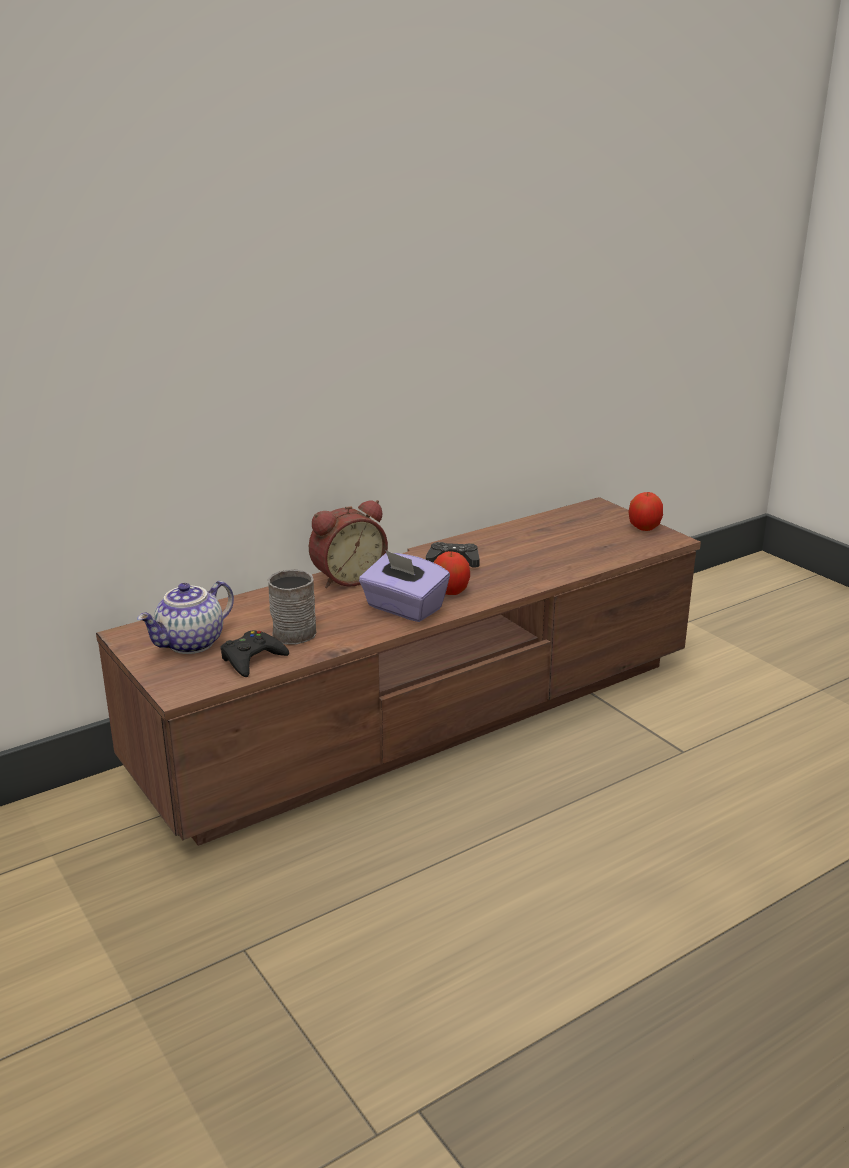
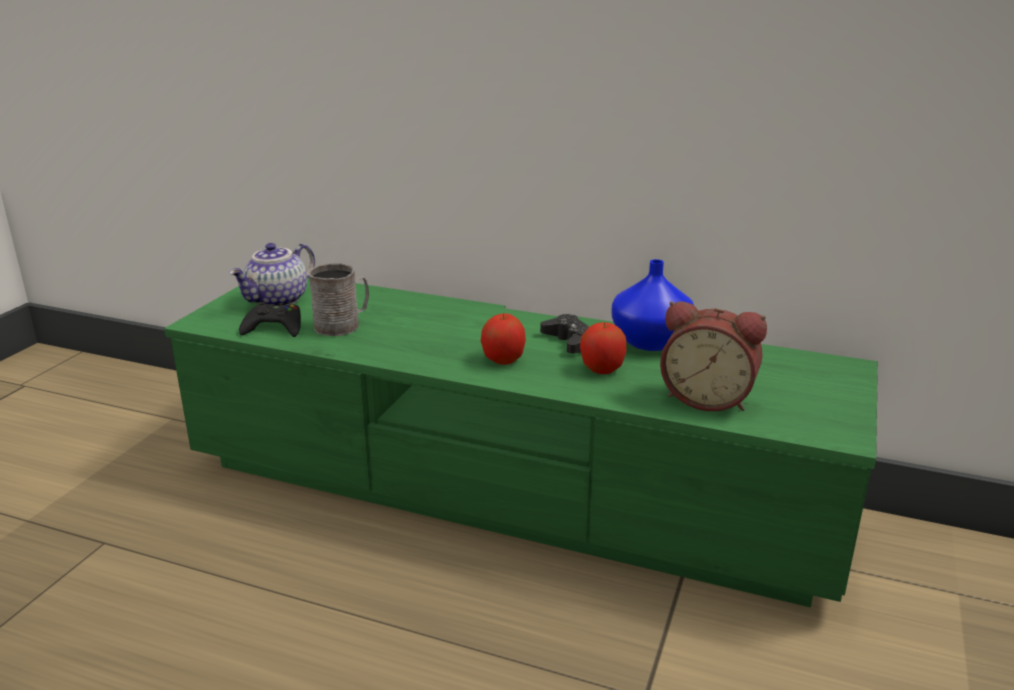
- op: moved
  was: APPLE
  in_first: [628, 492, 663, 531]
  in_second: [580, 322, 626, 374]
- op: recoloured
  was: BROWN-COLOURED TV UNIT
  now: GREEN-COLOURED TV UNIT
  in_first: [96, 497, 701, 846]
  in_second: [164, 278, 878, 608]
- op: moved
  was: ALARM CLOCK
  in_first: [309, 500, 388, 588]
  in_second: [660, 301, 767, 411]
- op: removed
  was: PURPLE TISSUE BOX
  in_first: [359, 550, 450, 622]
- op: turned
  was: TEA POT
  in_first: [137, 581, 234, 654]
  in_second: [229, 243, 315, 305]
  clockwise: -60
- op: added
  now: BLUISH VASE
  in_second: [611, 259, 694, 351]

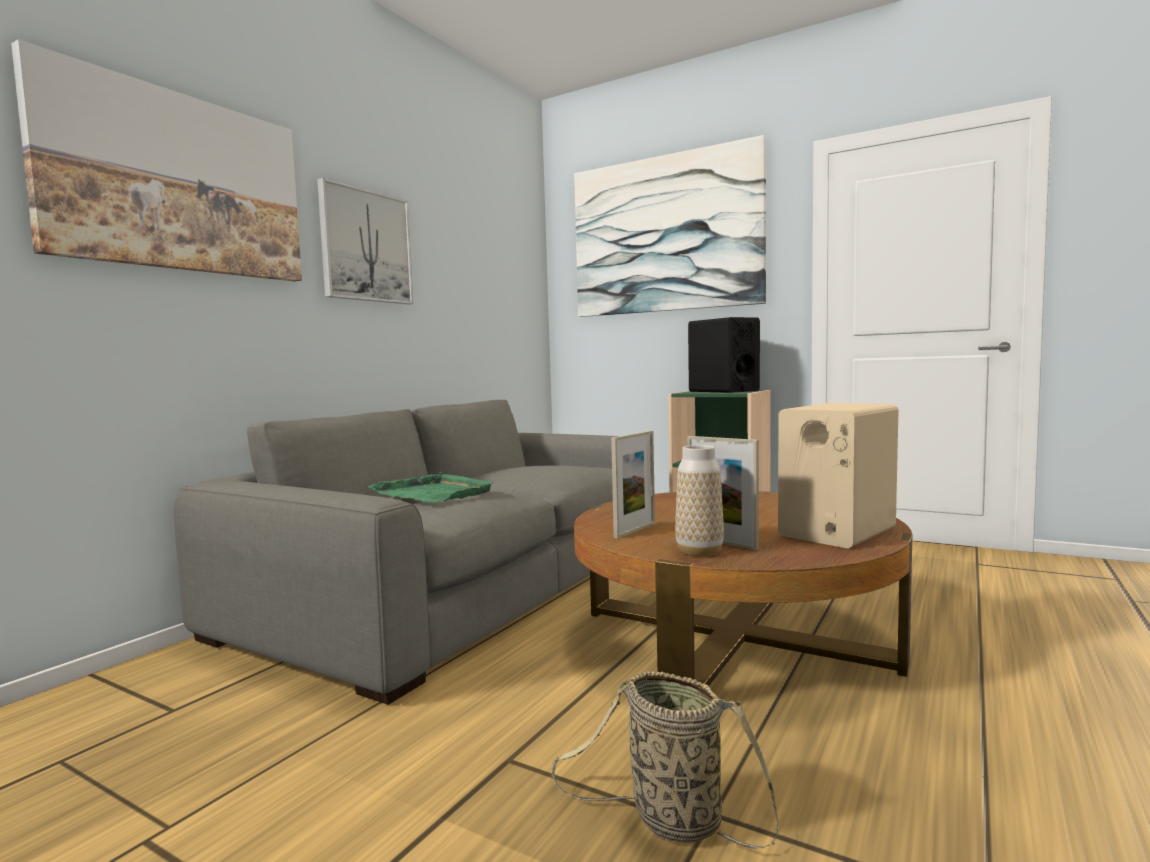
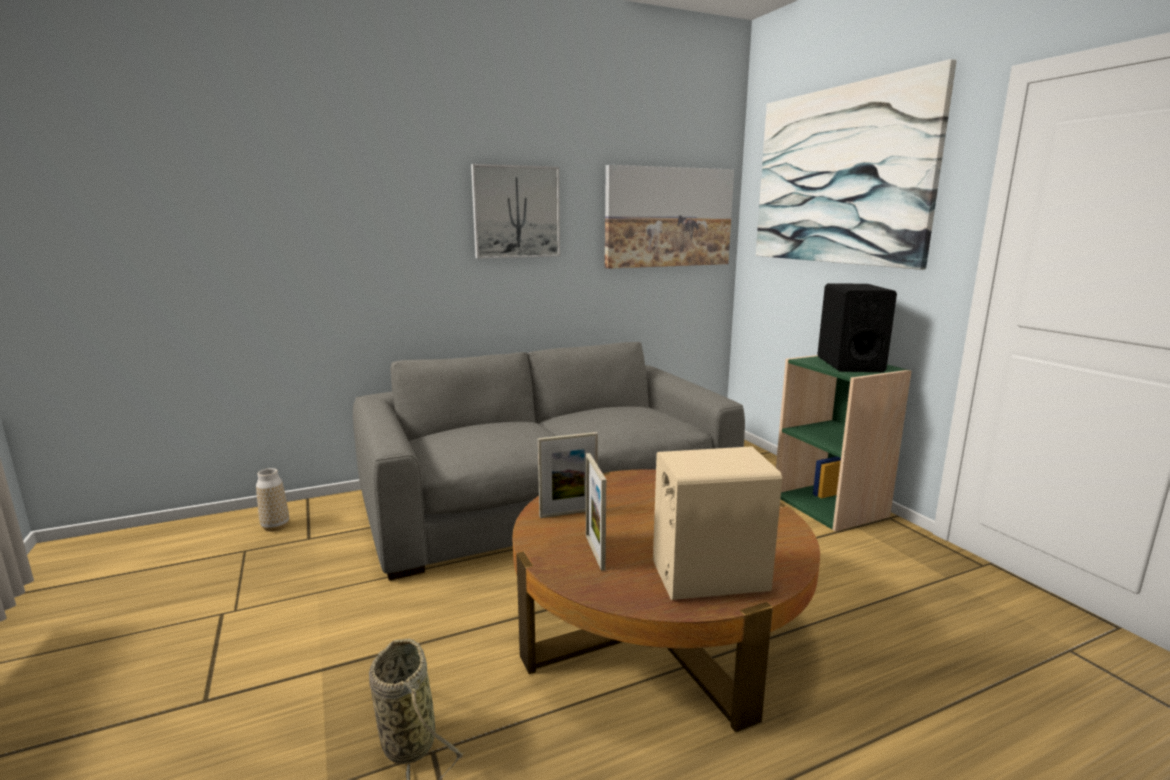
- op: moved
  was: PICTURE
  in_first: [11, 39, 302, 282]
  in_second: [605, 165, 734, 269]
- op: moved
  was: VASE
  in_first: [675, 445, 724, 557]
  in_second: [256, 468, 289, 531]
- op: removed
  was: GREEN-COLOURED SERVING TRAY
  in_first: [368, 472, 493, 503]

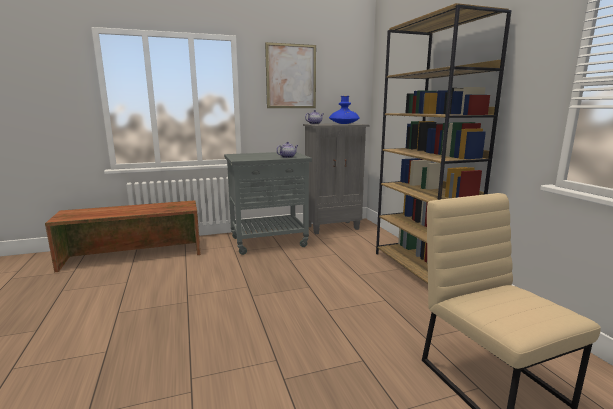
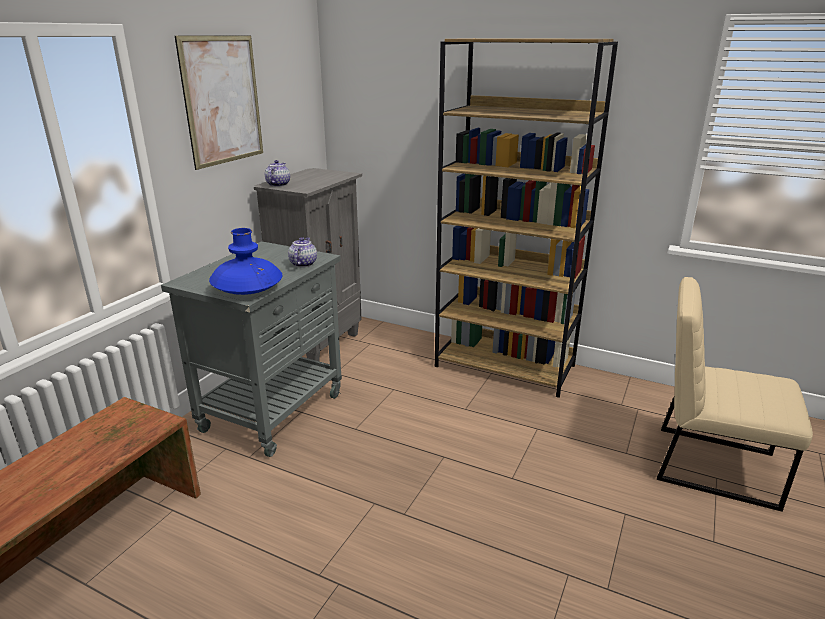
- op: moved
  was: BLUISH VASE
  in_first: [329, 96, 360, 124]
  in_second: [209, 228, 282, 295]

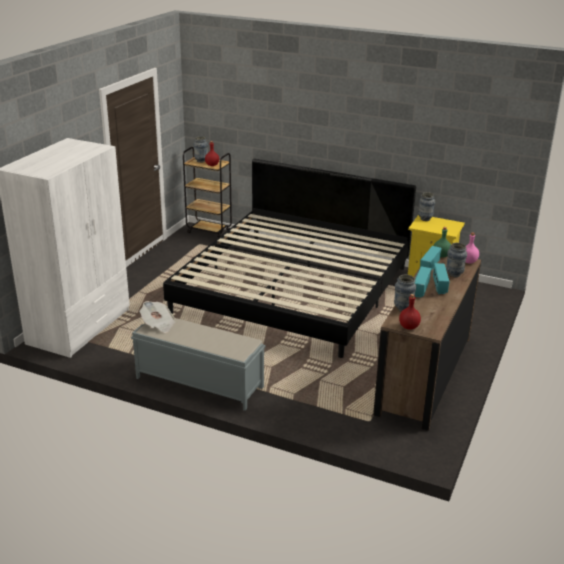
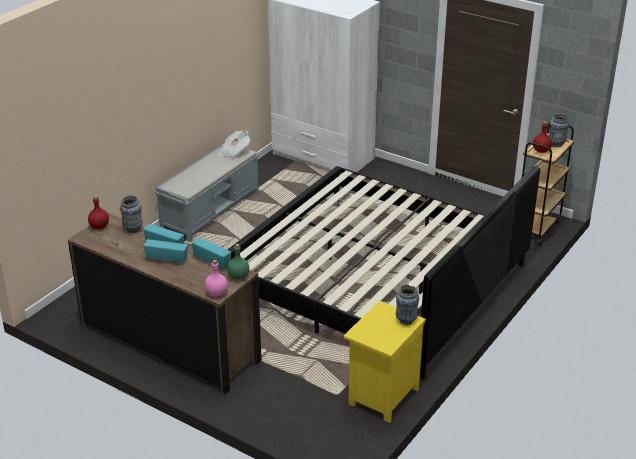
- op: removed
  was: VASE
  in_first: [446, 243, 467, 277]

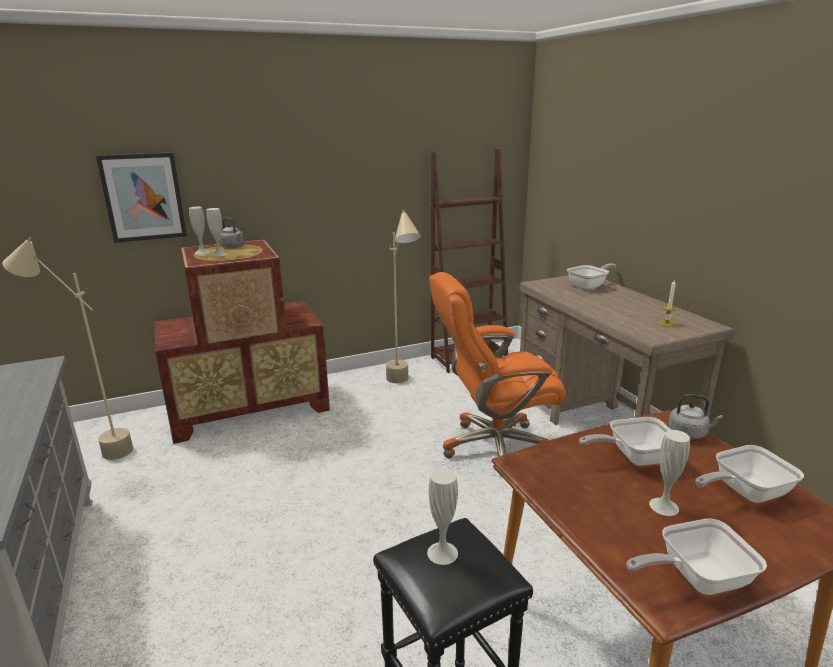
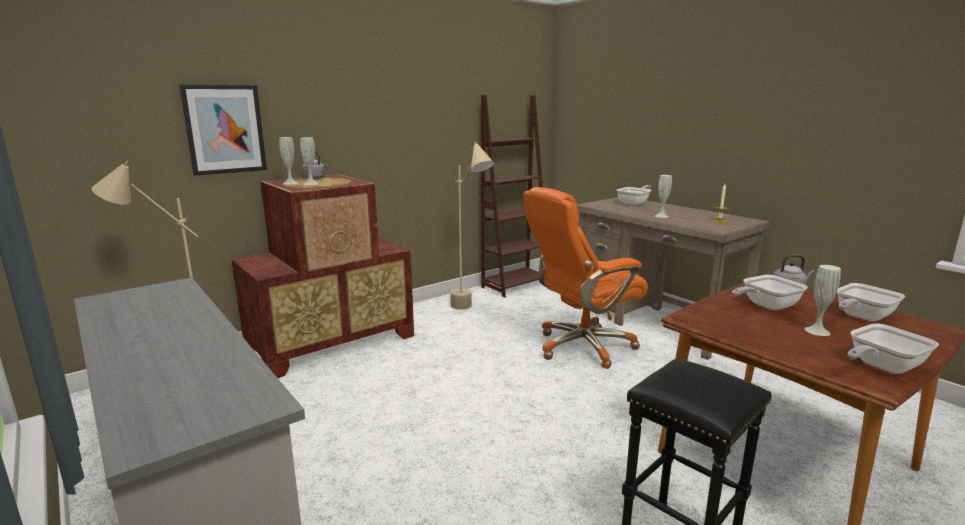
- op: moved
  was: WHITE VASE
  in_first: [427, 469, 458, 565]
  in_second: [655, 175, 672, 218]

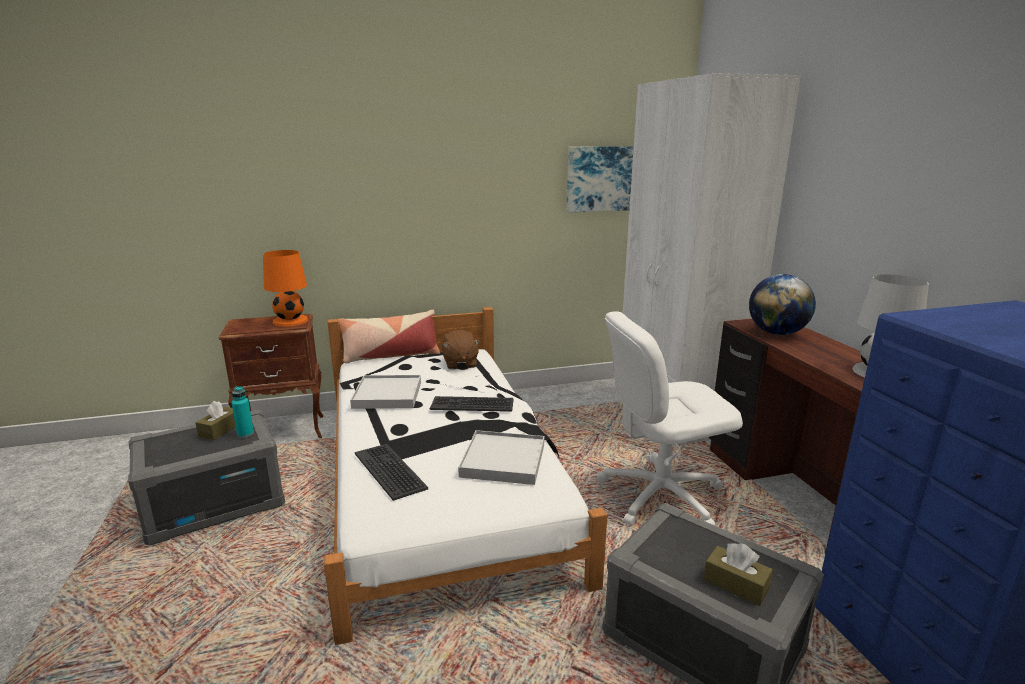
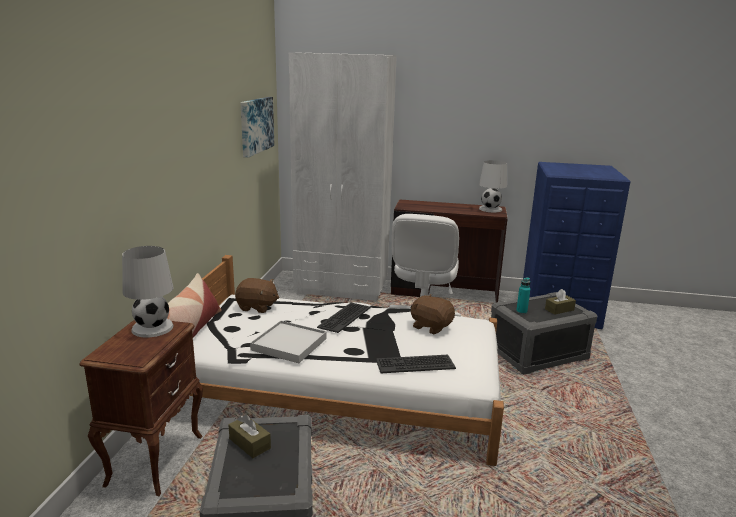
- op: recoloured
  was: ORANGEY LAMP FOR A TABLE
  now: WHITE LAMP FOR A TABLE
  in_first: [263, 250, 308, 327]
  in_second: [122, 246, 174, 338]
- op: removed
  was: DESK GLOBE
  in_first: [749, 274, 816, 335]
- op: moved
  was: BLUE-GREEN BOTTLE
  in_first: [232, 386, 254, 438]
  in_second: [516, 277, 530, 314]
- op: replaced
  was: WHITE SERVING TRAY
  now: BROWN-COLOURED SOFT TOY
  in_first: [458, 430, 544, 485]
  in_second: [411, 294, 455, 334]

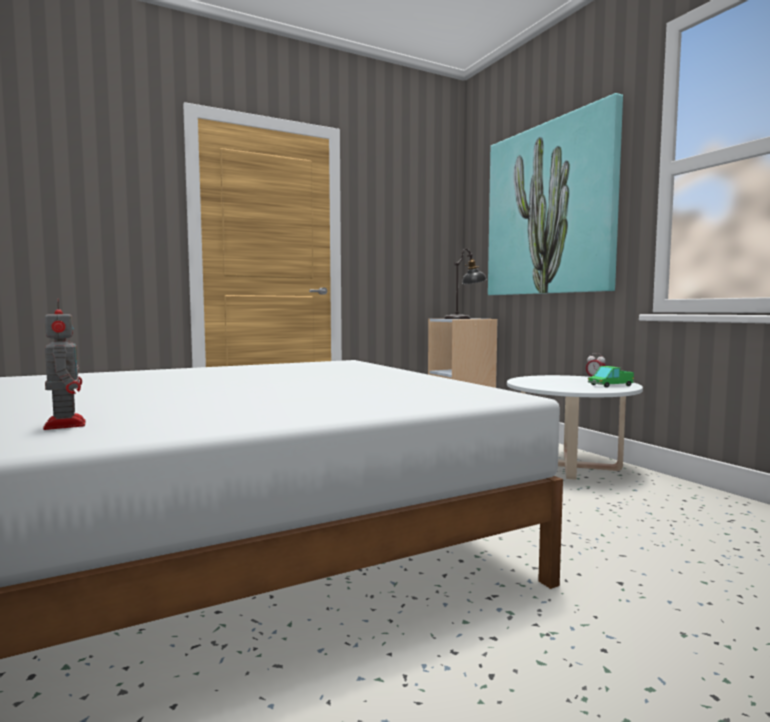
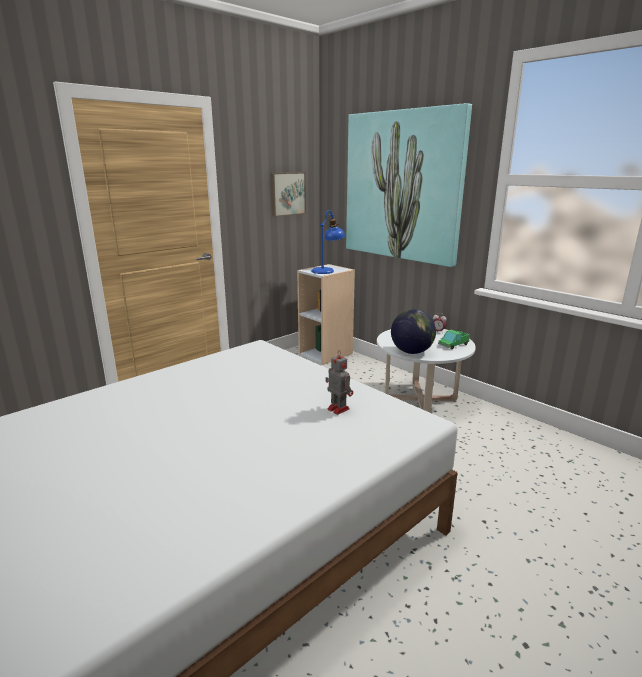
- op: recoloured
  was: GREYISH LAMP FOR A TABLE
  now: BLUISH LAMP FOR A TABLE
  in_first: [444, 249, 487, 319]
  in_second: [312, 210, 345, 274]
- op: moved
  was: ROBOT FIGURE
  in_first: [43, 298, 86, 430]
  in_second: [325, 350, 353, 415]
- op: added
  now: PICTURE
  in_second: [270, 172, 306, 217]
- op: added
  now: DESK GLOBE
  in_second: [391, 309, 436, 354]

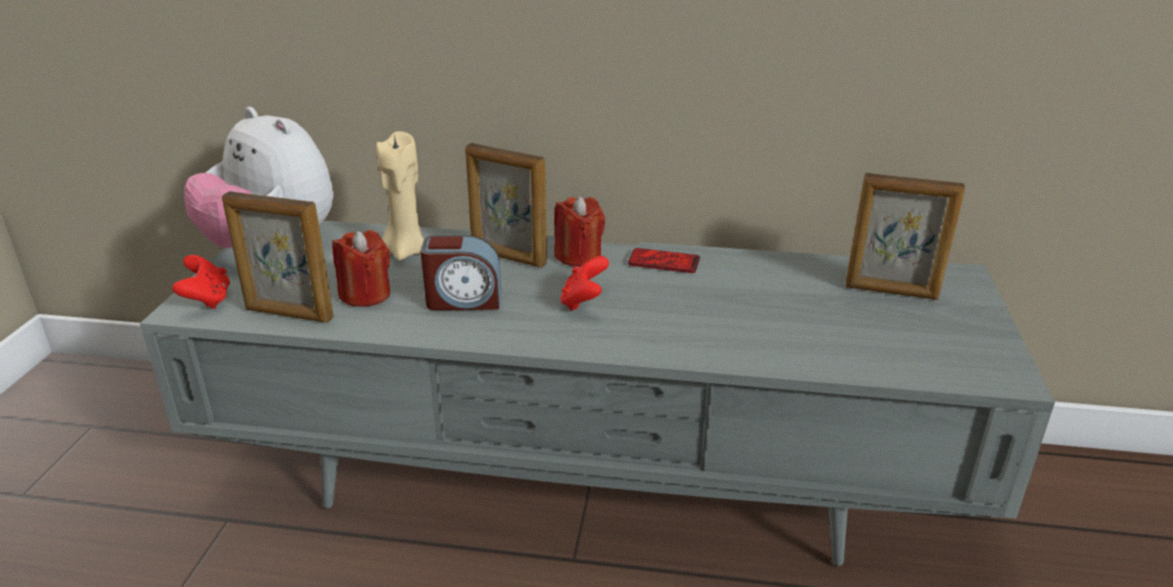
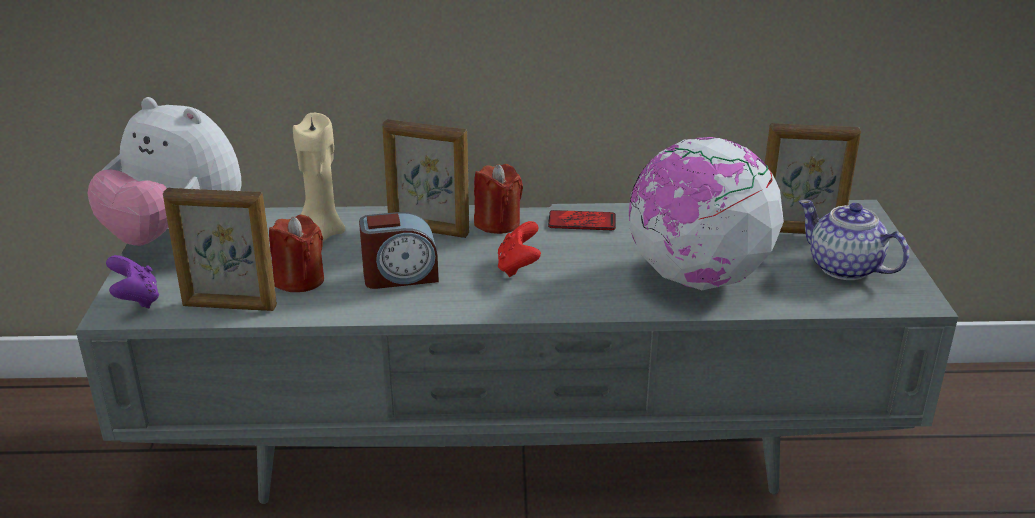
- op: recoloured
  was: RED-COLOURED JOYPAD
  now: PURPLE JOYPAD
  in_first: [172, 255, 230, 309]
  in_second: [106, 255, 159, 308]
- op: added
  now: DESK GLOBE
  in_second: [629, 137, 784, 290]
- op: added
  now: TEA POT
  in_second: [798, 200, 909, 280]

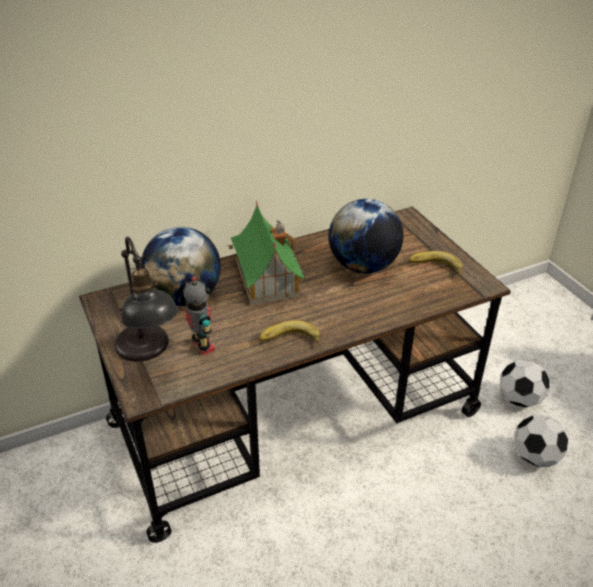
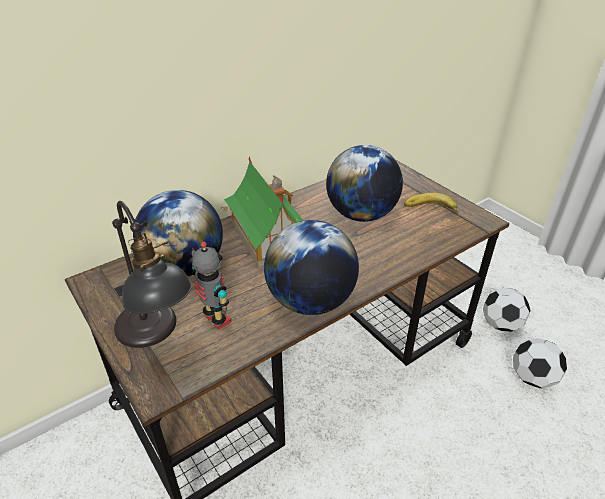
- op: replaced
  was: WHOLE BANANA
  now: DESK GLOBE
  in_first: [259, 320, 320, 346]
  in_second: [264, 220, 359, 315]

